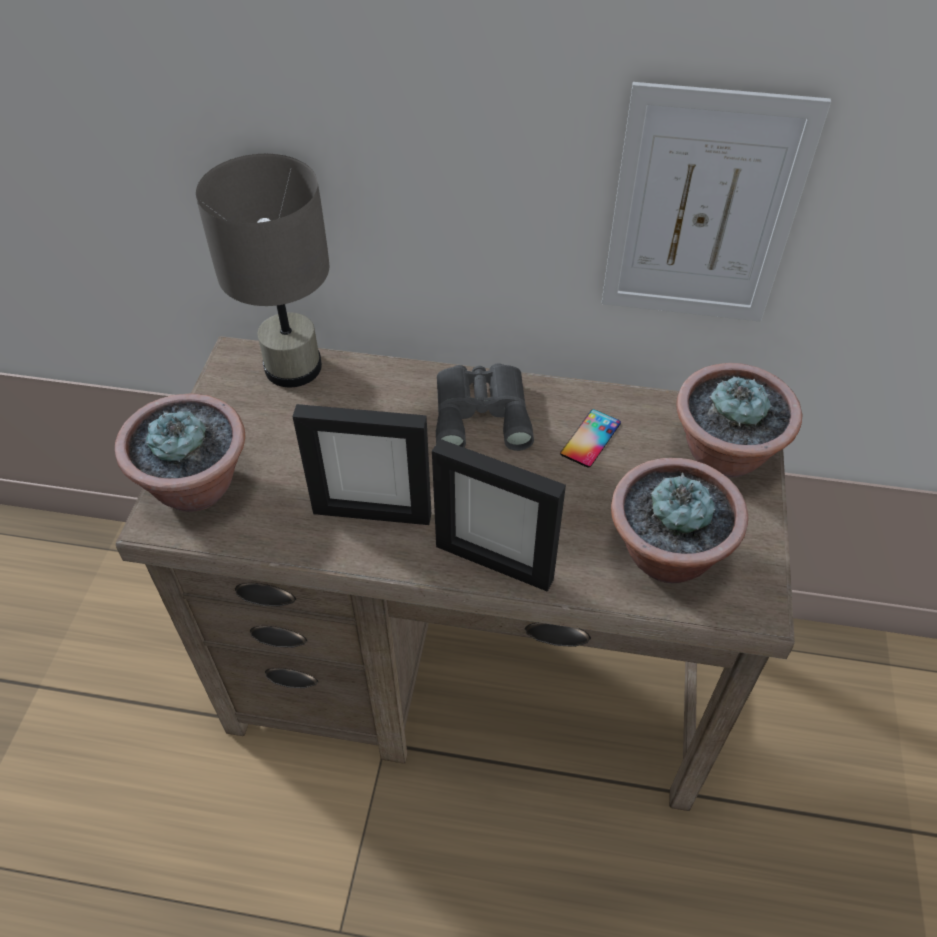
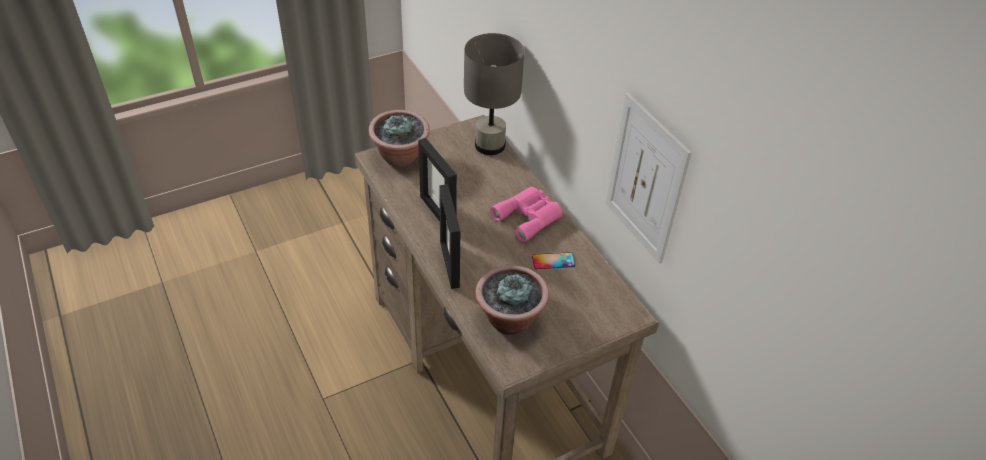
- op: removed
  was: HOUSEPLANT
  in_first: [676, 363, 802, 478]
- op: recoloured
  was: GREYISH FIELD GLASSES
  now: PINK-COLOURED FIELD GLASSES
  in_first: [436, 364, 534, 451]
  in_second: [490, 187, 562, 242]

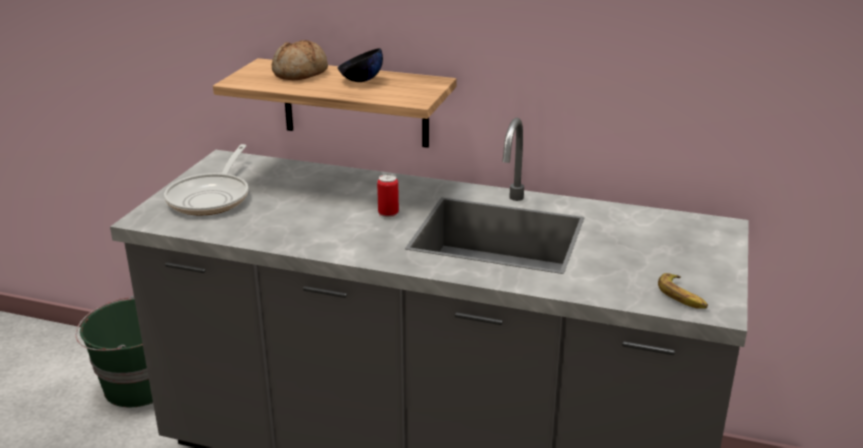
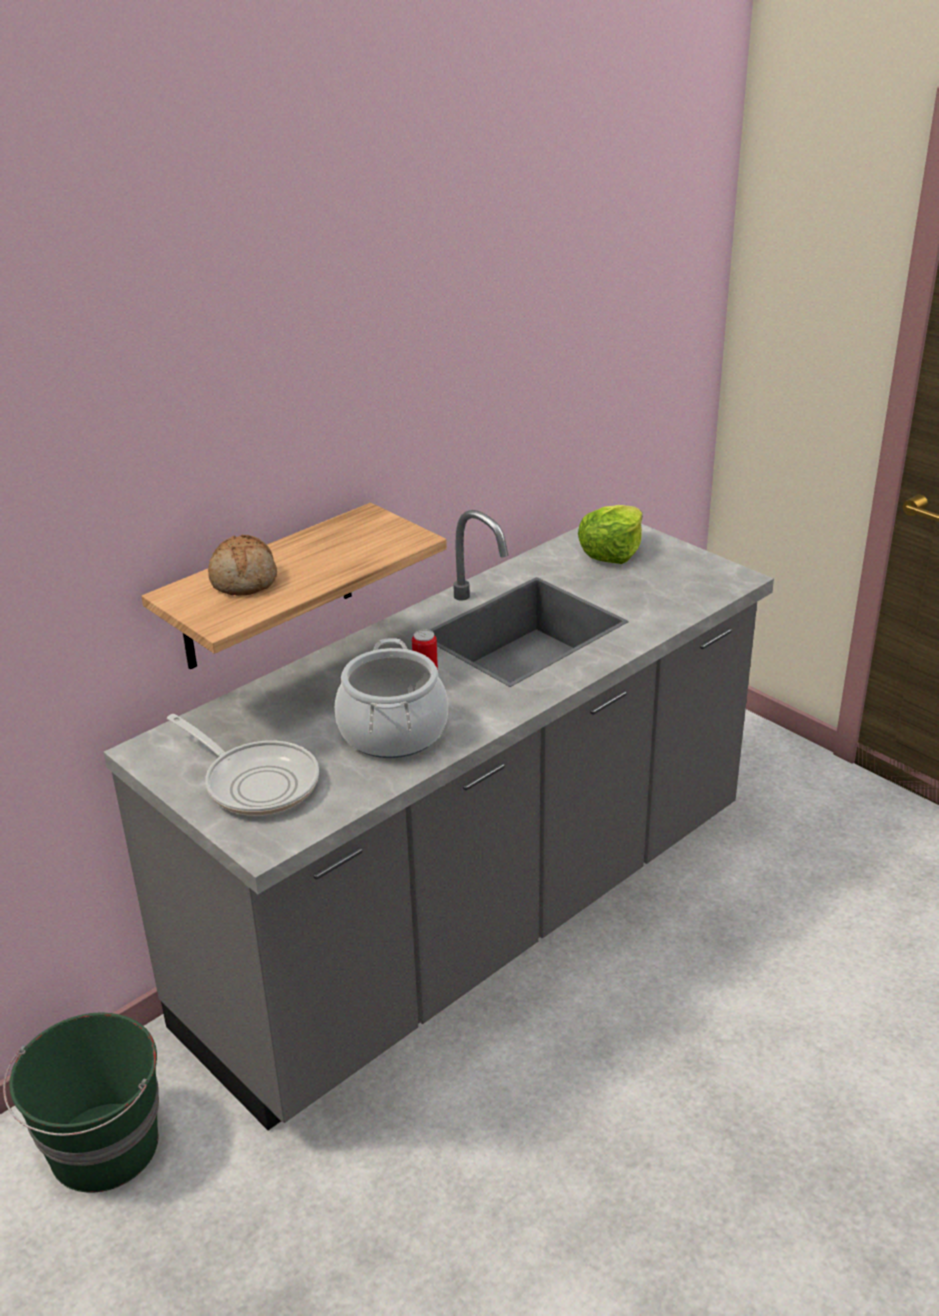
- op: removed
  was: BLACK SERVING BOWL
  in_first: [338, 48, 383, 82]
- op: removed
  was: WHOLE BANANA
  in_first: [658, 273, 708, 309]
- op: added
  now: LETTUCE HEAD
  in_second: [578, 505, 643, 564]
- op: added
  now: COOKING POT
  in_second: [335, 638, 448, 758]

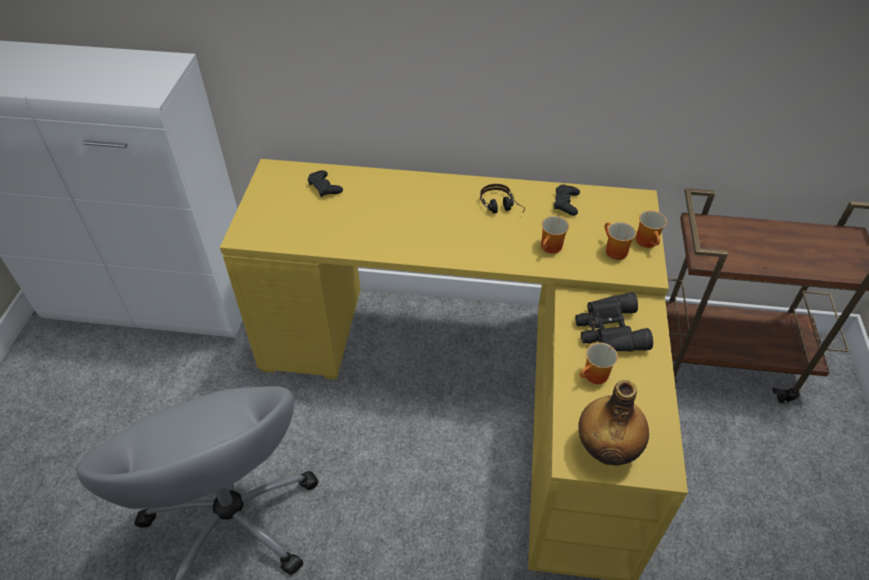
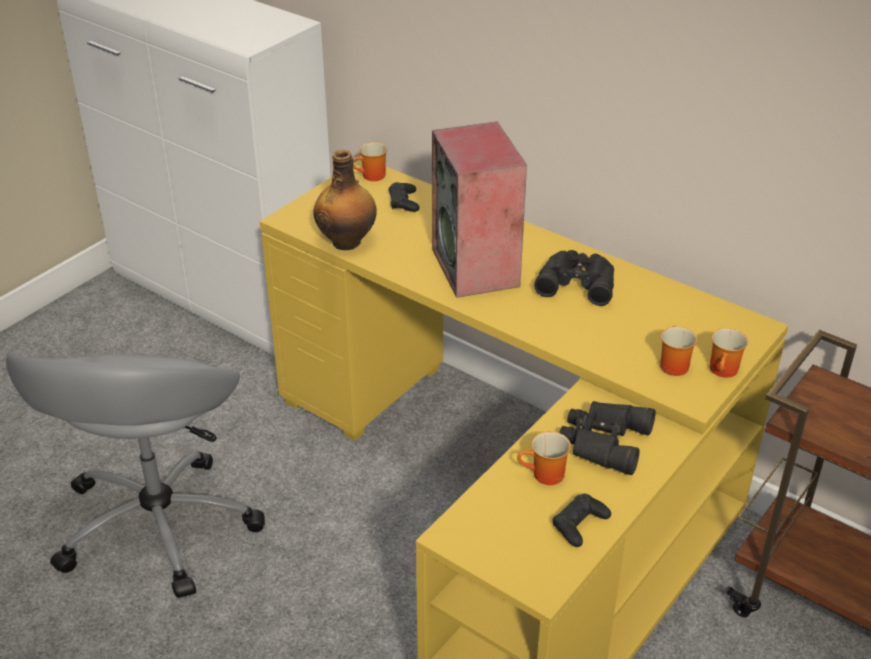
- op: replaced
  was: HEADPHONES
  now: BLACK FIELD GLASSES
  in_first: [480, 184, 525, 213]
  in_second: [534, 250, 614, 306]
- op: moved
  was: BLACK JOYPAD
  in_first: [554, 185, 580, 216]
  in_second: [552, 494, 611, 547]
- op: moved
  was: MUG
  in_first: [541, 216, 569, 253]
  in_second: [353, 142, 388, 181]
- op: moved
  was: BOTTLE
  in_first: [578, 380, 649, 466]
  in_second: [314, 150, 377, 250]
- op: added
  now: AUDIO SPEAKER
  in_second: [432, 122, 527, 298]

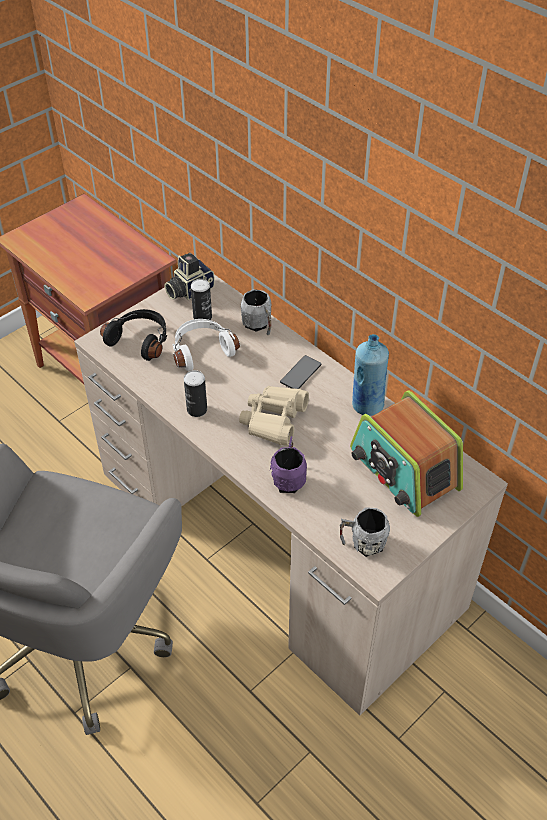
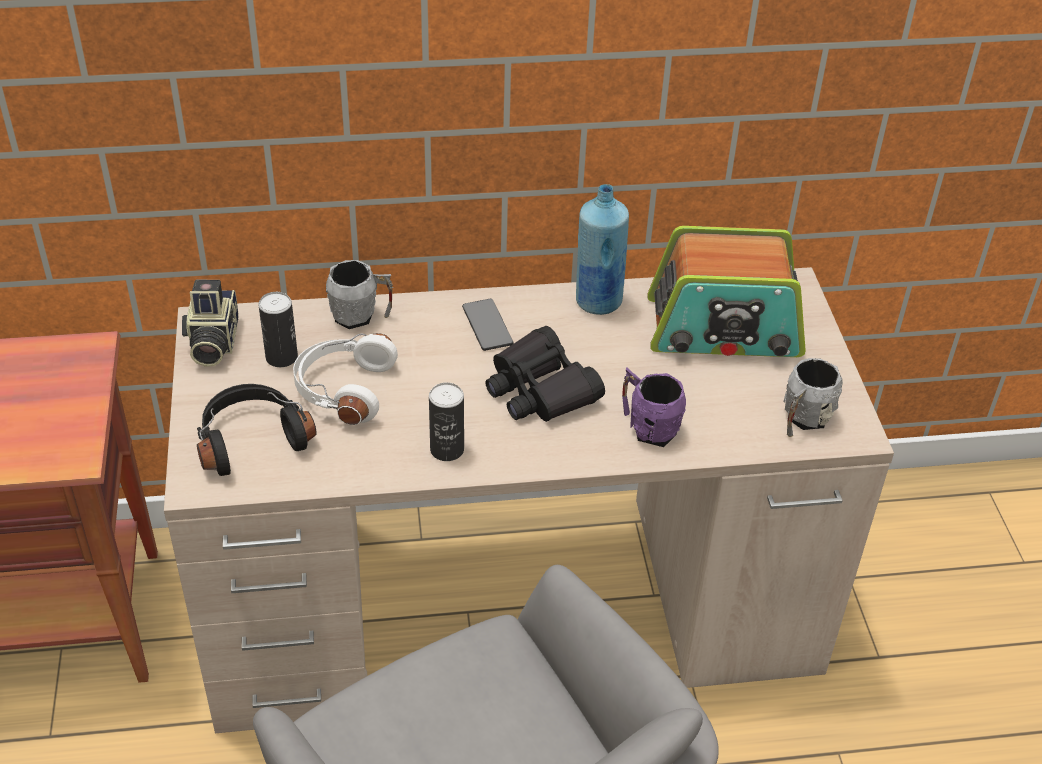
- op: recoloured
  was: BEIGE-COLOURED FIELD GLASSES
  now: BLACK FIELD GLASSES
  in_first: [239, 386, 309, 446]
  in_second: [485, 326, 605, 422]

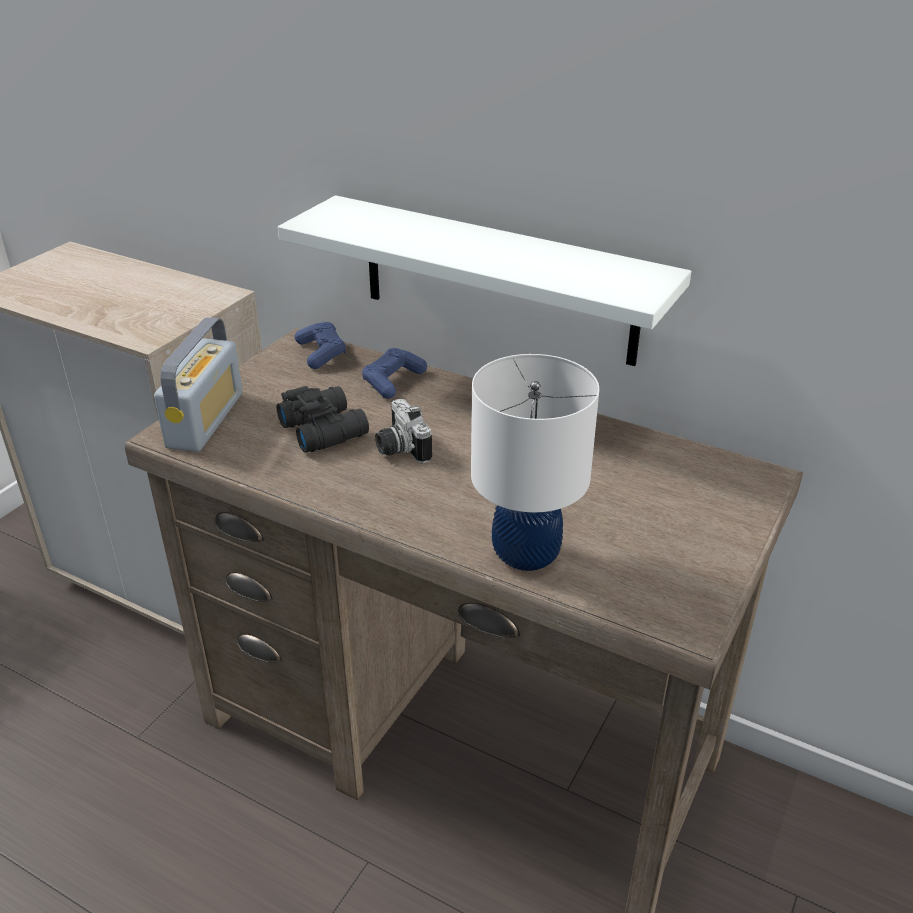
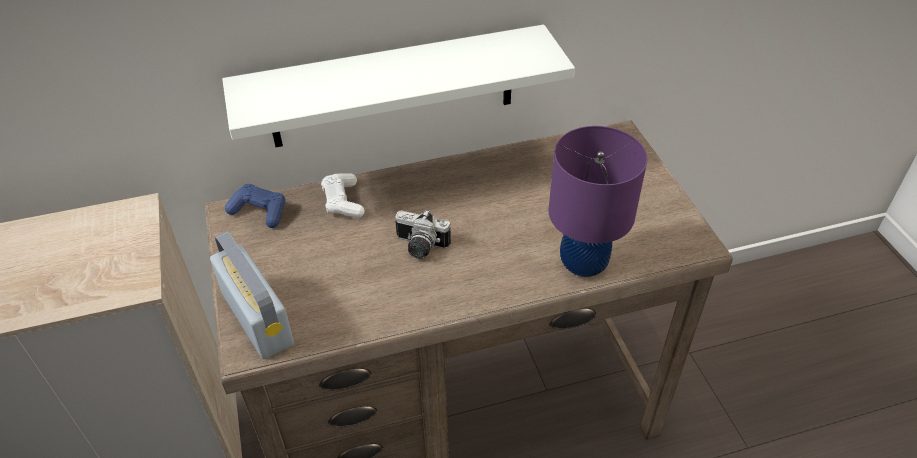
- op: recoloured
  was: BLUISH JOYPAD
  now: WHITE JOYPAD
  in_first: [362, 348, 427, 399]
  in_second: [321, 173, 365, 218]
- op: recoloured
  was: WHITE LAMP FOR A TABLE
  now: PURPLE LAMP FOR A TABLE
  in_first: [471, 354, 599, 571]
  in_second: [549, 126, 647, 277]
- op: removed
  was: BLACK FIELD GLASSES
  in_first: [276, 386, 369, 453]

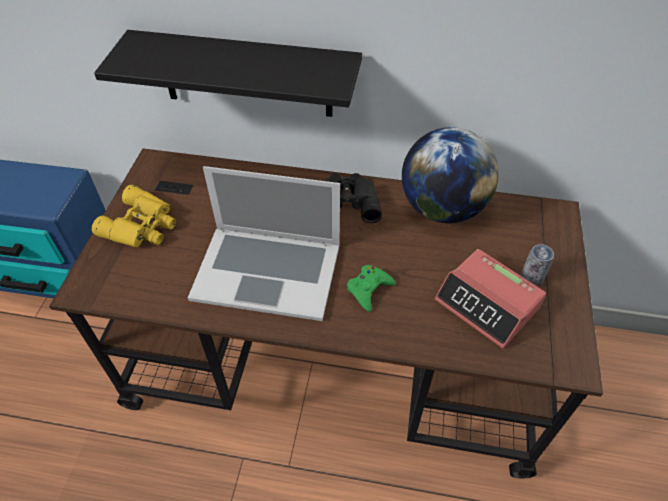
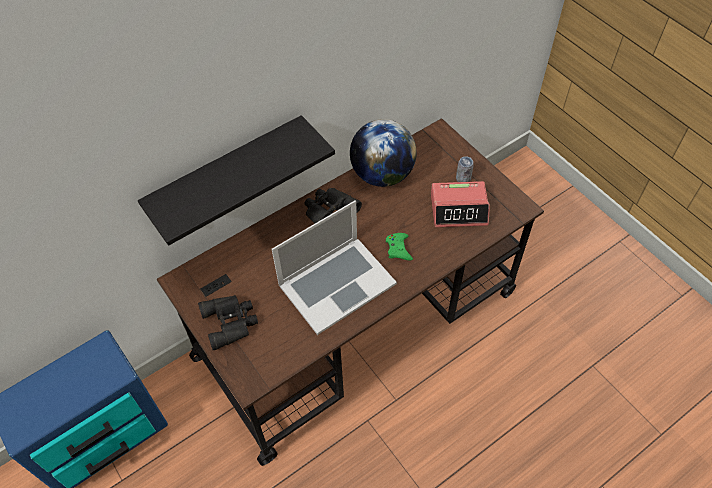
- op: recoloured
  was: YELLOW-COLOURED FIELD GLASSES
  now: BLACK FIELD GLASSES
  in_first: [92, 185, 176, 248]
  in_second: [198, 295, 258, 350]

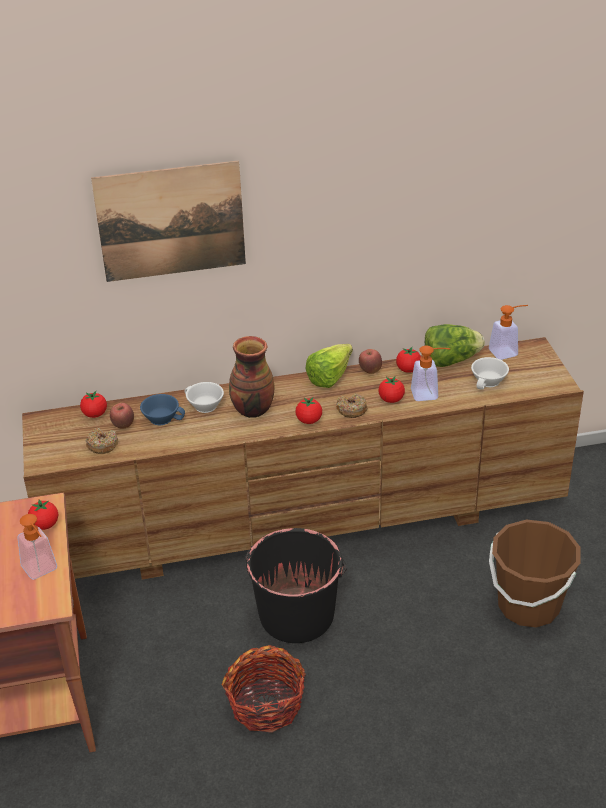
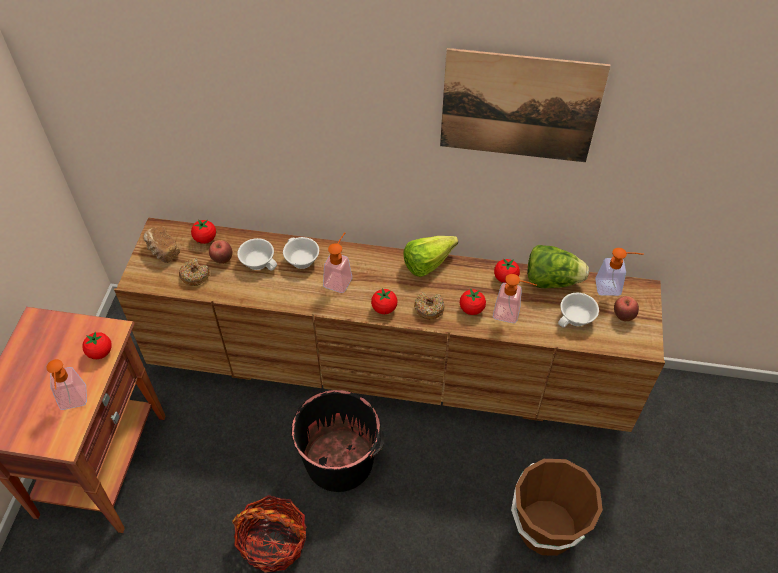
- op: moved
  was: PICTURE
  in_first: [91, 160, 246, 282]
  in_second: [440, 48, 611, 162]
- op: replaced
  was: VASE
  now: SOAP BOTTLE
  in_first: [229, 336, 274, 418]
  in_second: [323, 233, 352, 293]
- op: moved
  was: APPLE
  in_first: [359, 349, 382, 374]
  in_second: [614, 296, 639, 321]
- op: recoloured
  was: BLUISH DRINKING CUP
  now: WHITE DRINKING CUP
  in_first: [140, 394, 185, 425]
  in_second: [237, 238, 277, 271]
- op: added
  now: BAKERY BREAD
  in_second: [143, 226, 180, 263]

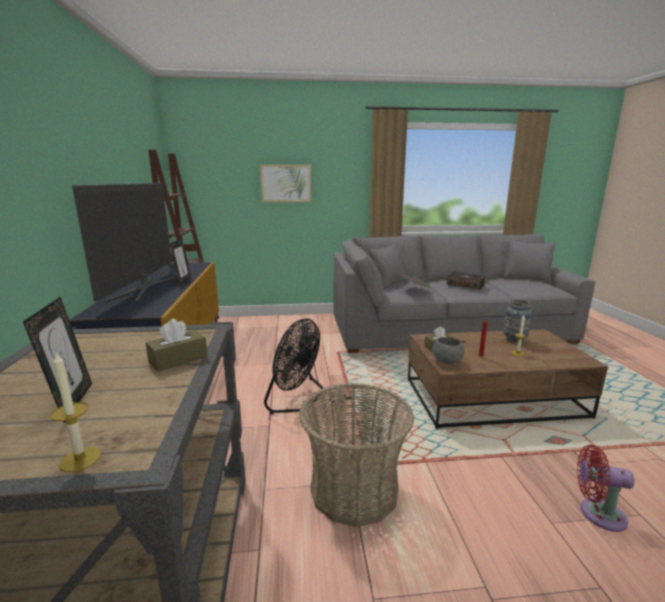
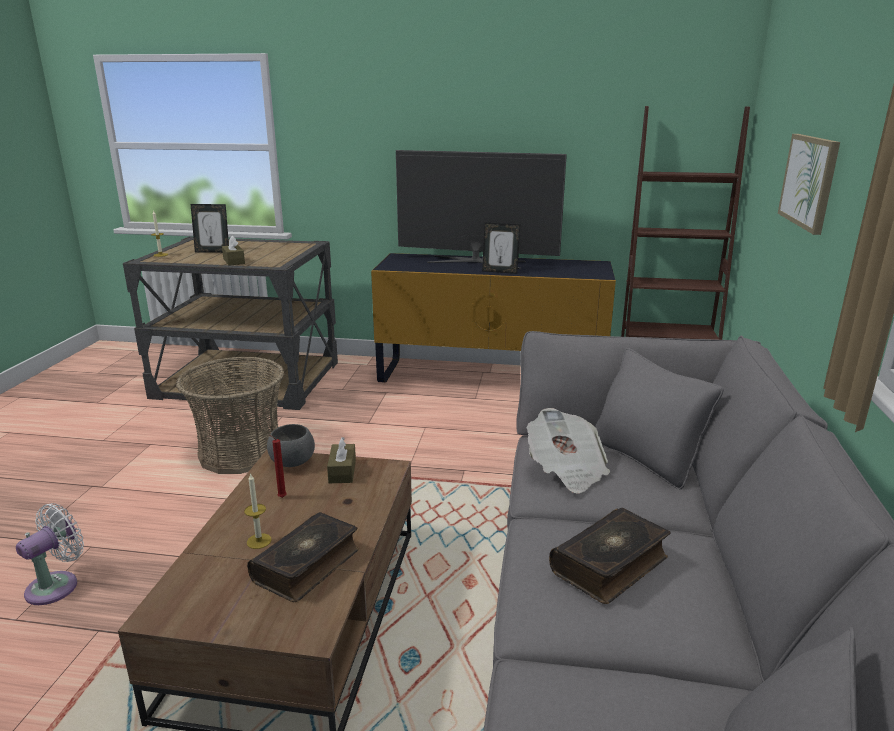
- op: replaced
  was: VASE
  now: VOLUME
  in_first: [504, 299, 533, 343]
  in_second: [247, 512, 359, 602]
- op: removed
  was: BLACK FAN
  in_first: [264, 319, 352, 414]
- op: recoloured
  was: RED-COLOURED FAN
  now: WHITE FAN
  in_first: [577, 445, 634, 532]
  in_second: [16, 503, 84, 605]

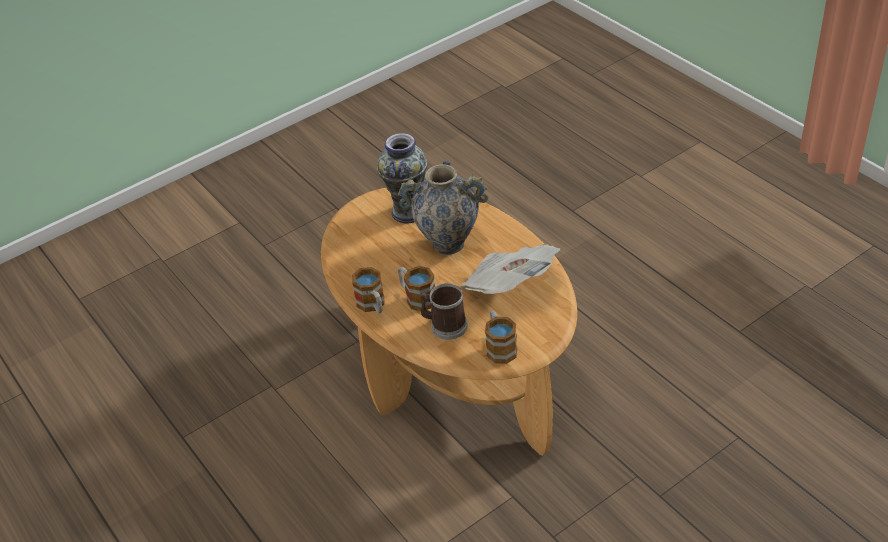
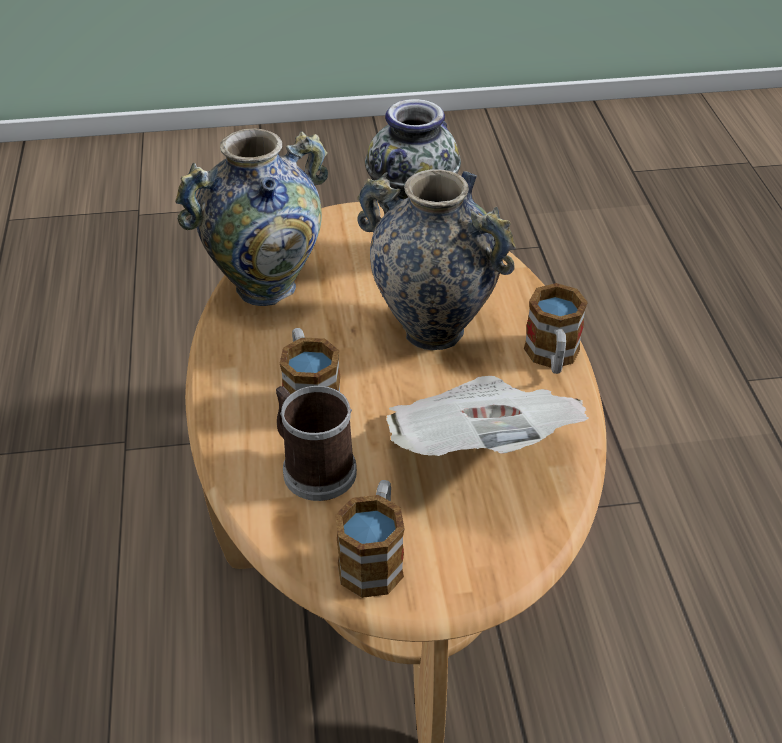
- op: moved
  was: MUG
  in_first: [352, 267, 385, 313]
  in_second: [524, 283, 588, 374]
- op: added
  now: VASE
  in_second: [175, 128, 328, 306]

